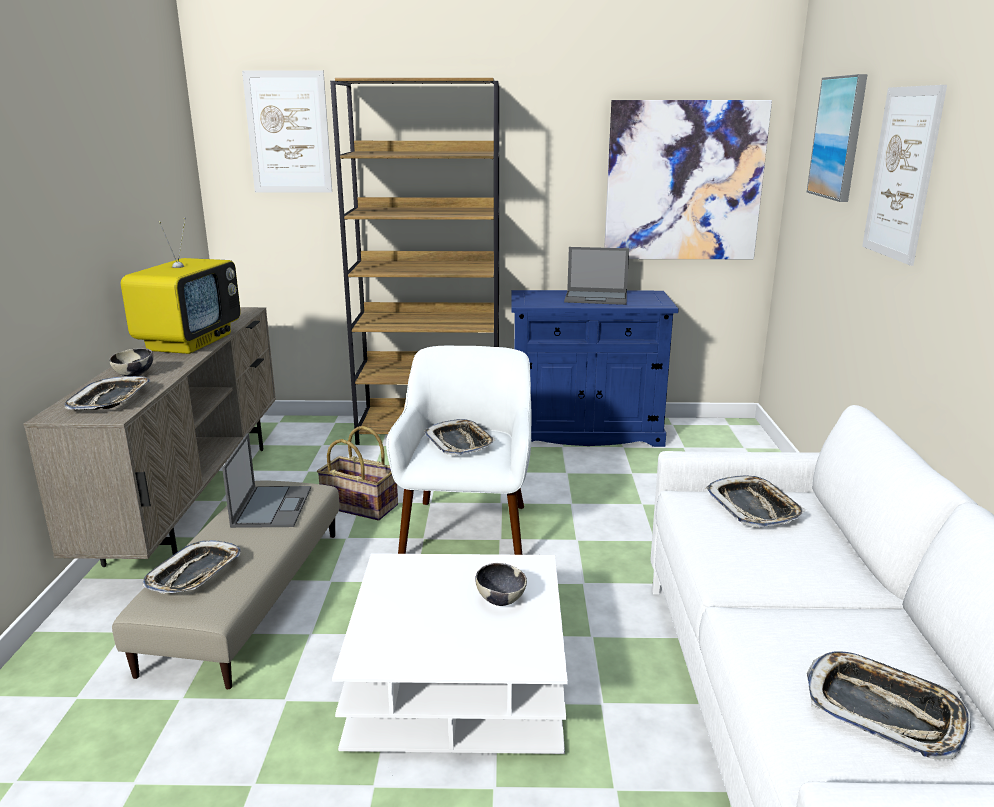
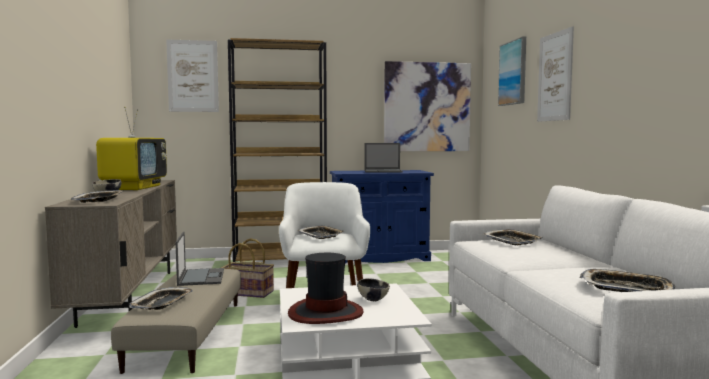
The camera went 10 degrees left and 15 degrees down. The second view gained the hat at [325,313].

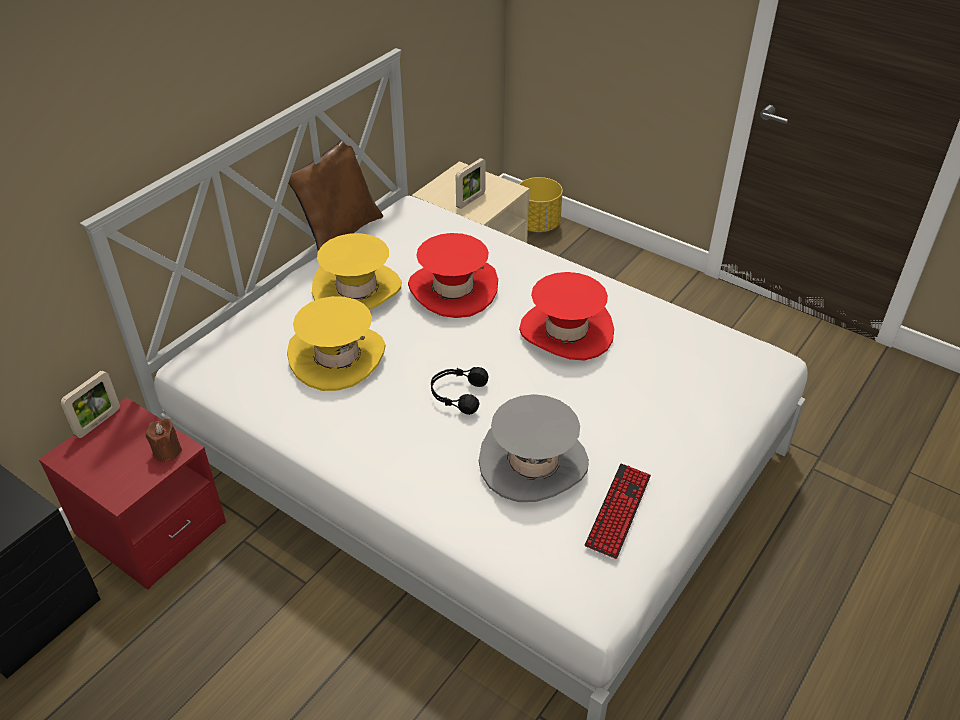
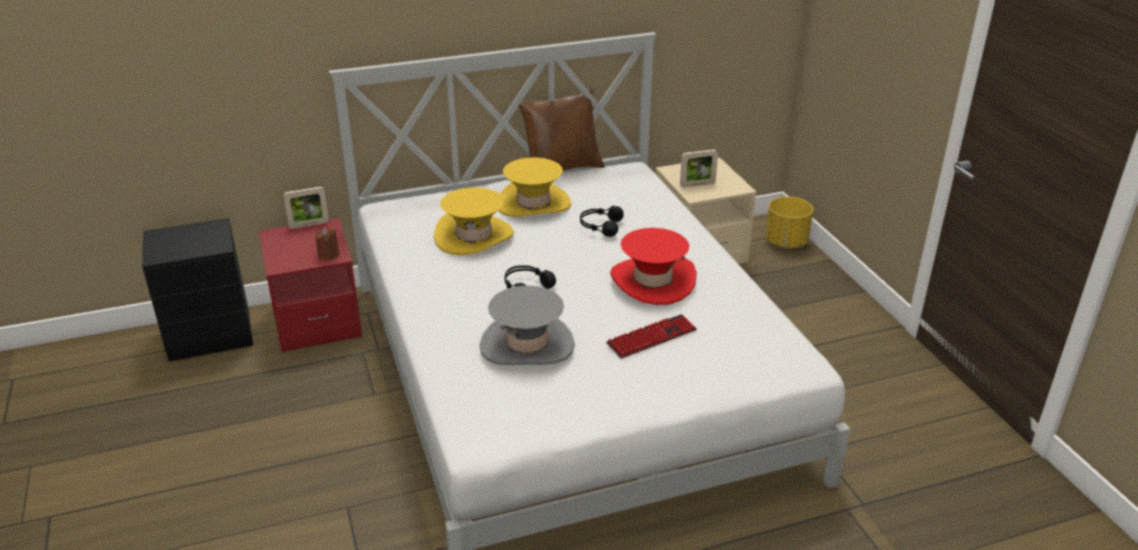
The camera went 35 degrees right and 10 degrees down. Where the hat (reddish) stood at [453,289], the headphones (black-coloured) came to stand at [600,226]. The keyboard ended up elsewhere, having gone from [618,511] to [652,337].

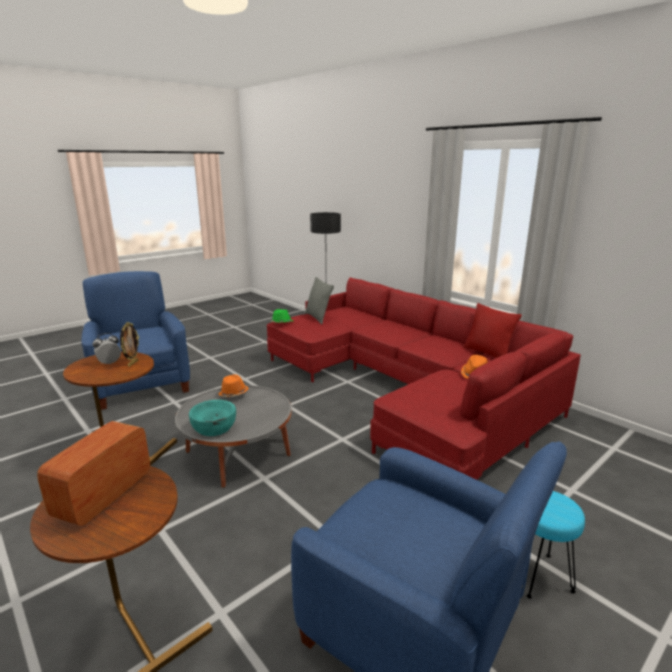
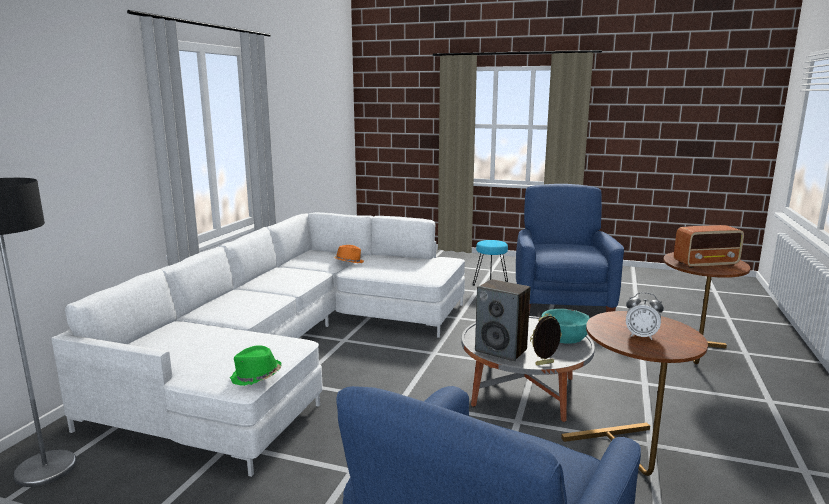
The camera went 120 degrees left and 5 degrees down. What was the settee (reddish) at [407,390] turned into the settee (white) at [296,346]. The second view lost the cushion (gray) at [318,317]. The second view lost the cushion (reddish) at [488,353]. The picture frame ended up elsewhere, having gone from [132,363] to [545,364]. Where the hat (orangey) stood at [233,394], the speaker came to stand at [501,350].

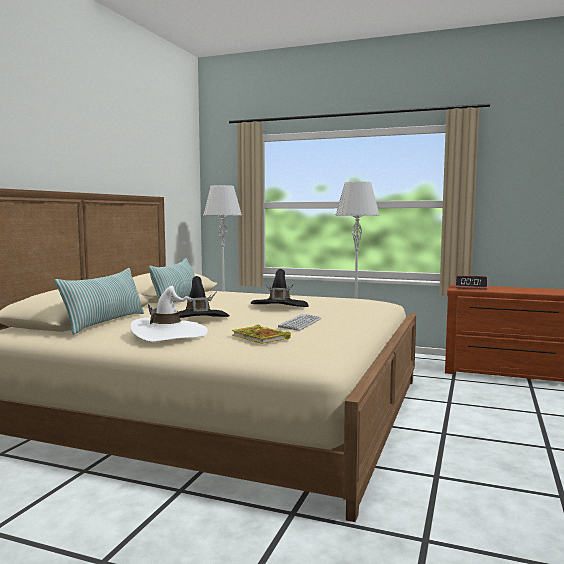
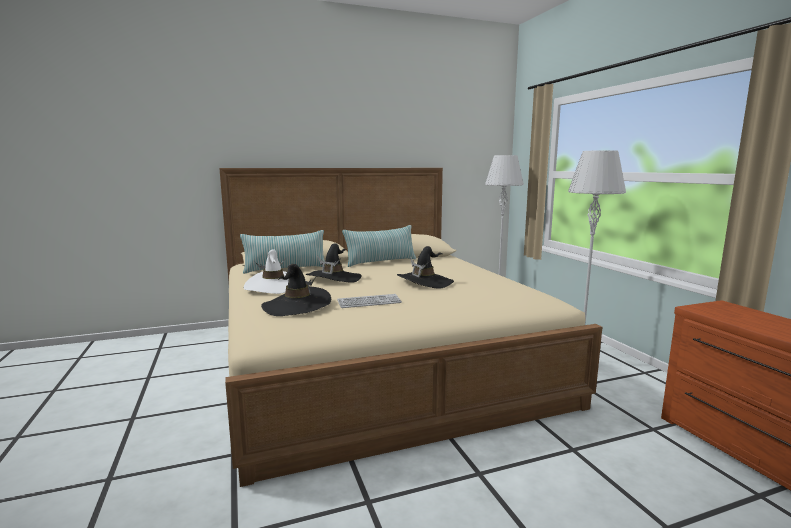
The camera went 50 degrees right and 5 degrees up. The second view lost the table clock at [471,287]. Where the bound book stood at [261,338], the hat (black-coloured) came to stand at [297,306].

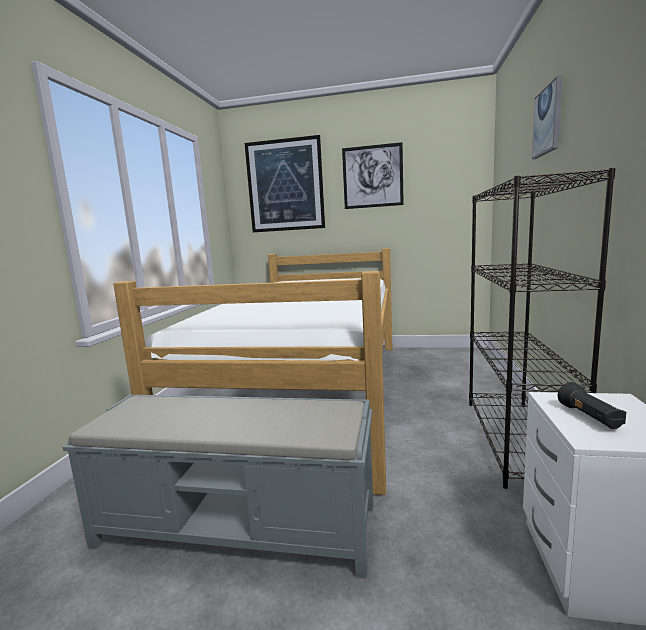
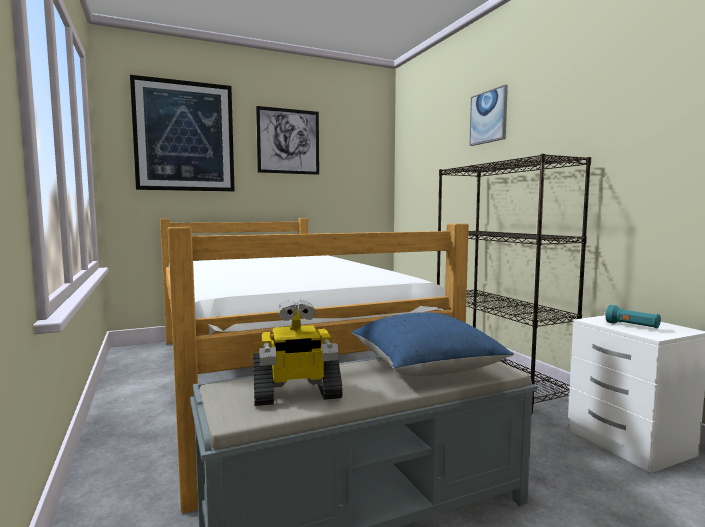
The camera went 35 degrees left and 5 degrees down. What was the torch (black-coloured) at [589,418] turned into the torch (turquoise) at [632,326]. The second view gained the model robot at [296,395]. The second view gained the cushion (blue) at [425,368].

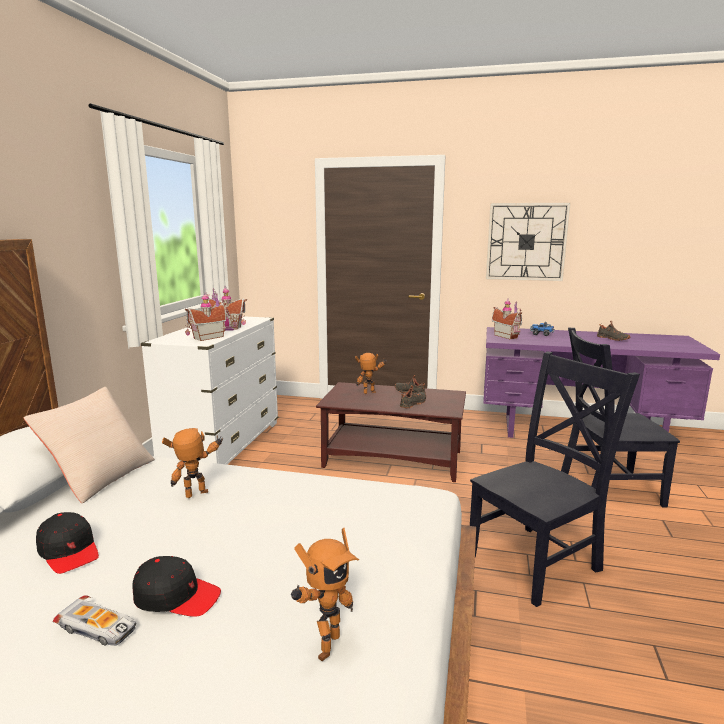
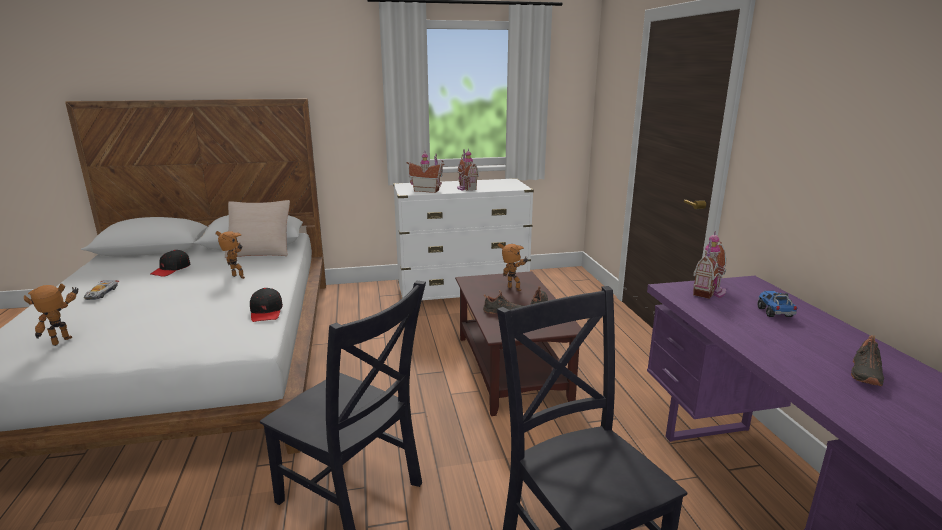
The camera went 65 degrees right and 5 degrees up. The second view lost the wall clock at [526,242]. The model robot at [324,645] ended up facing another way, 105 degrees clockwise from before. The peaked cap (black-coloured) ended up elsewhere, having gone from [176,596] to [266,312].

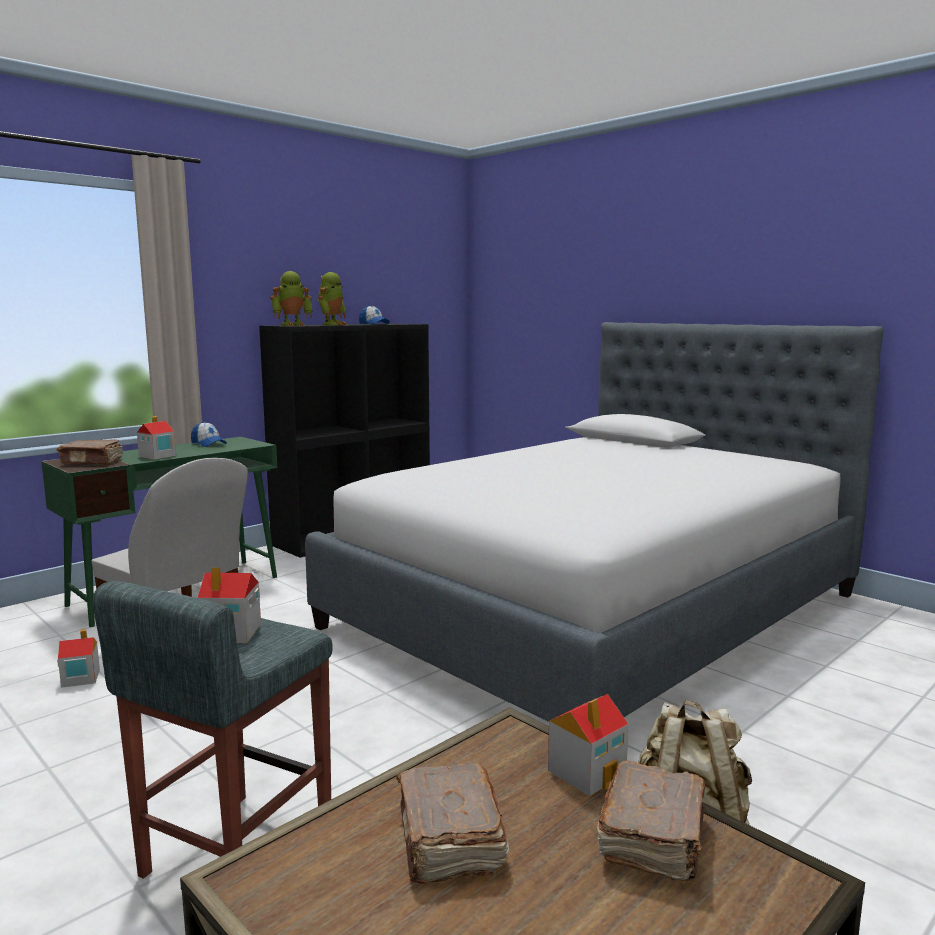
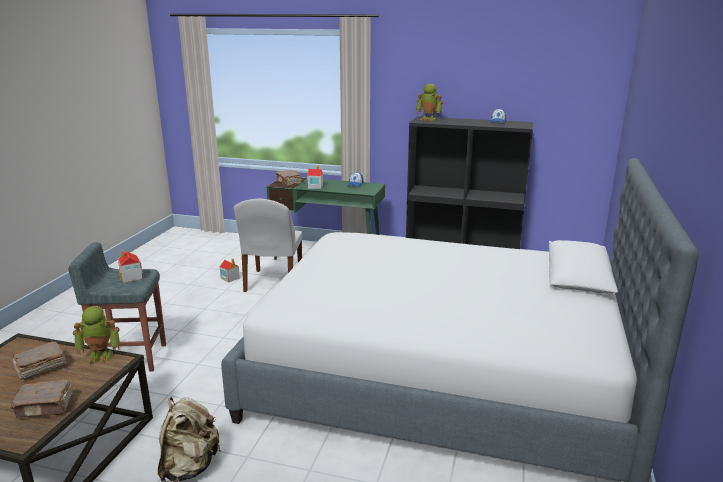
The camera went 60 degrees right and 10 degrees up. The model robot ended up elsewhere, having gone from [332,324] to [101,355]. The second view lost the model house at [587,772].

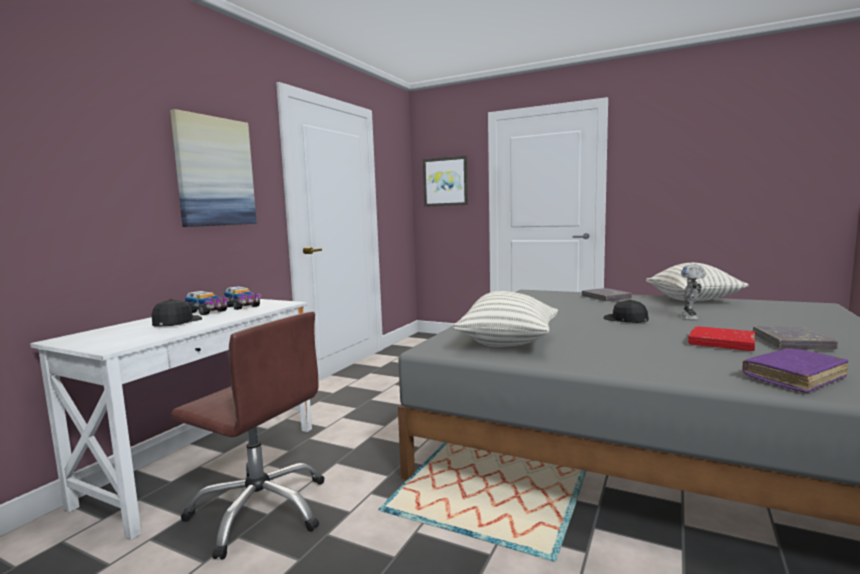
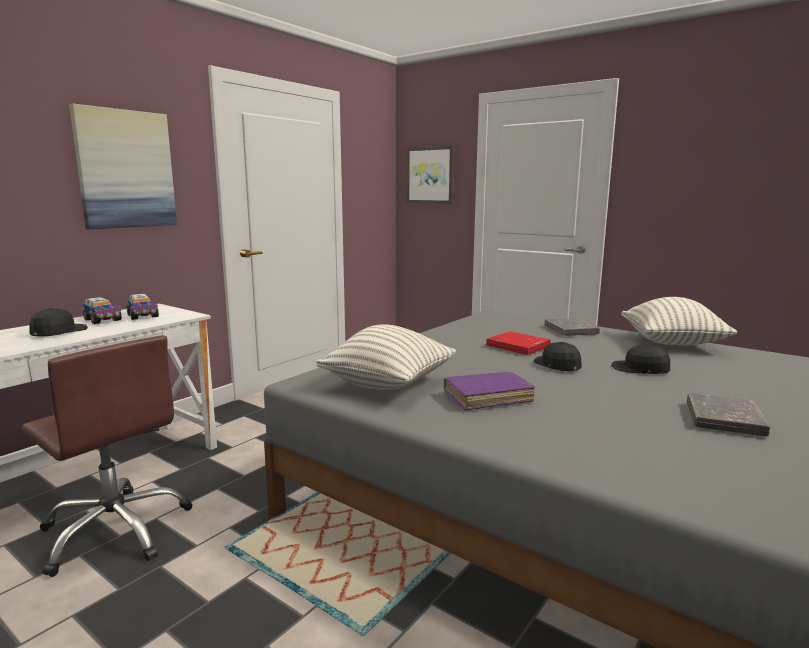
The camera went 10 degrees right and 5 degrees up. Where the model robot stood at [690,317], the peaked cap (black-coloured) came to stand at [640,369]. The bound book (reddish) ended up elsewhere, having gone from [721,343] to [518,347]. The bound book (purple-coloured) ended up elsewhere, having gone from [794,378] to [487,398].

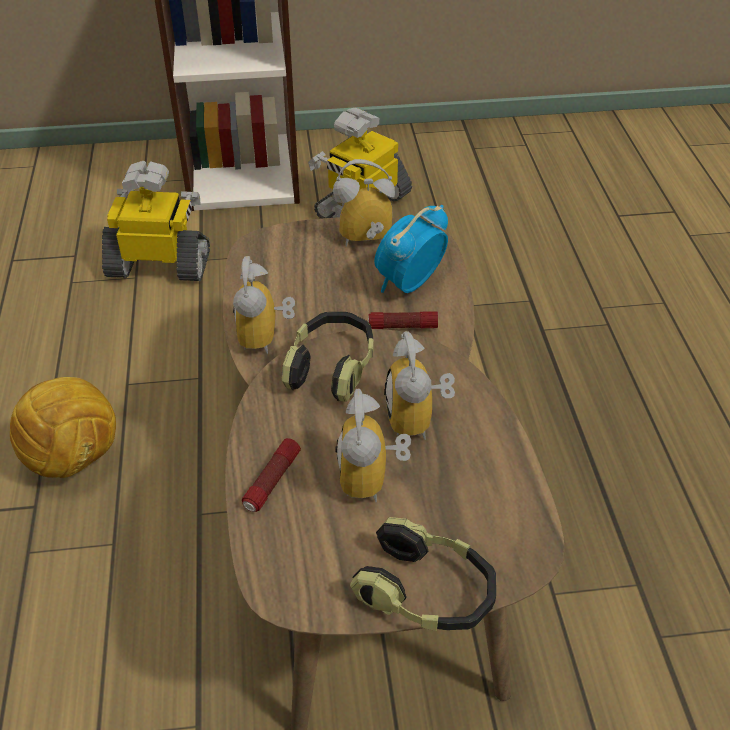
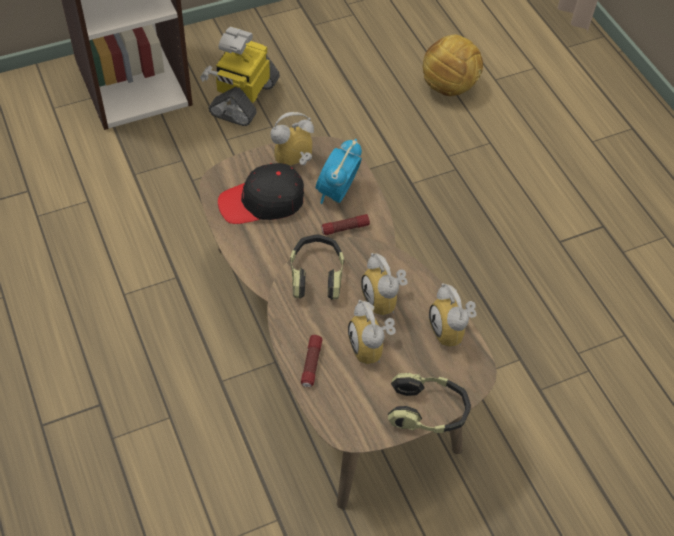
The camera went 20 degrees left and 10 degrees up. The second view lost the model robot at [160,264]. The table clock ended up elsewhere, having gone from [266,338] to [452,331]. The ball for football ended up elsewhere, having gone from [75,459] to [449,86]. The second view gained the peaked cap (black-coloured) at [262,202].

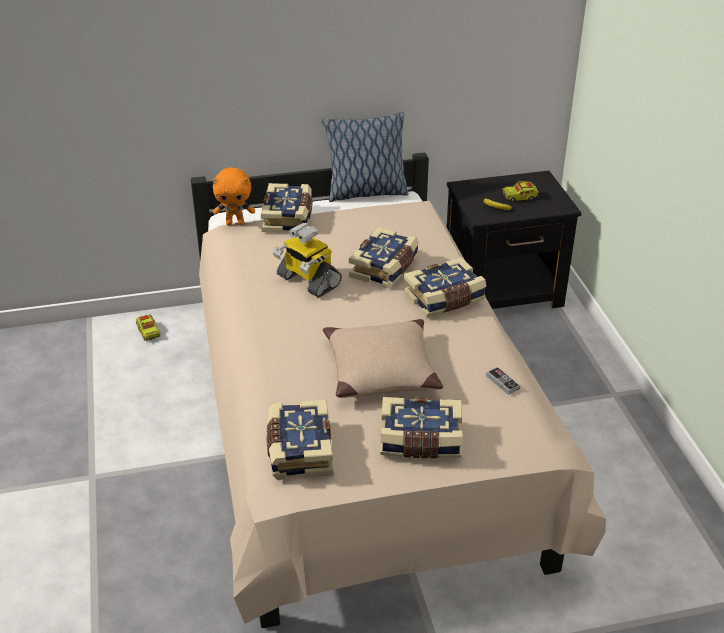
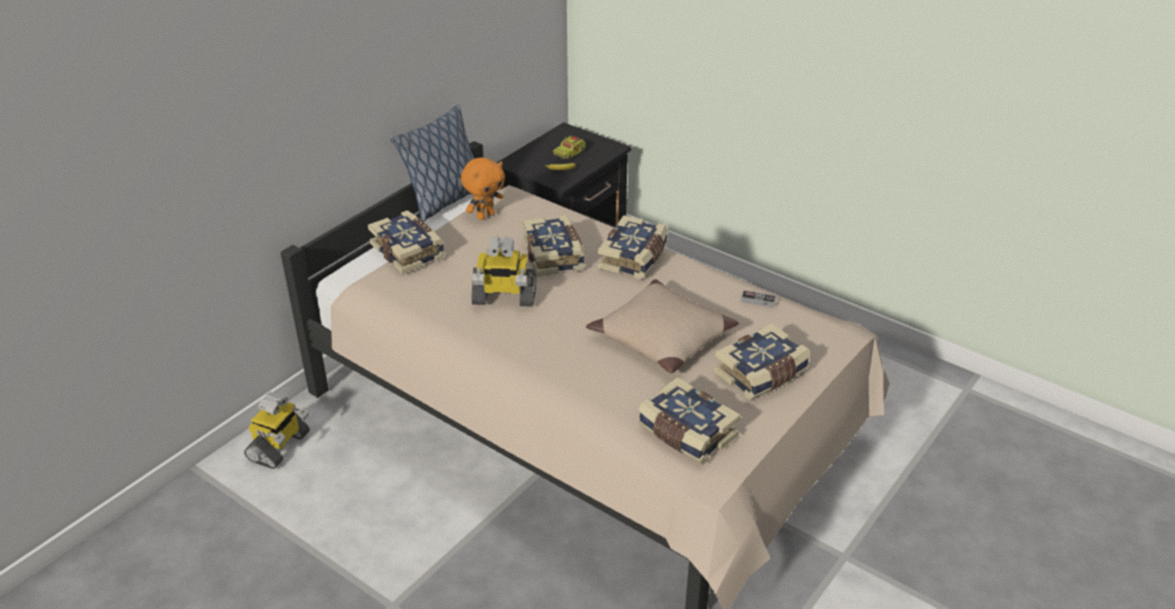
The camera went 40 degrees left and 0 degrees up. The soft toy (orangey) ended up elsewhere, having gone from [235,223] to [485,215]. Where the toy truck stood at [148,332], the model robot came to stand at [279,447].

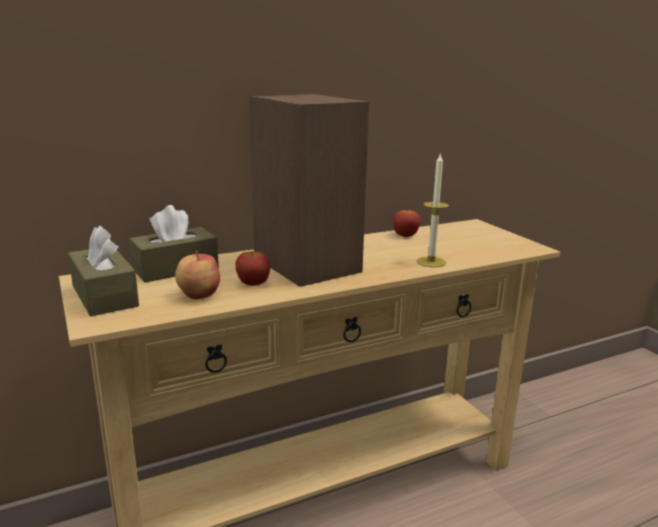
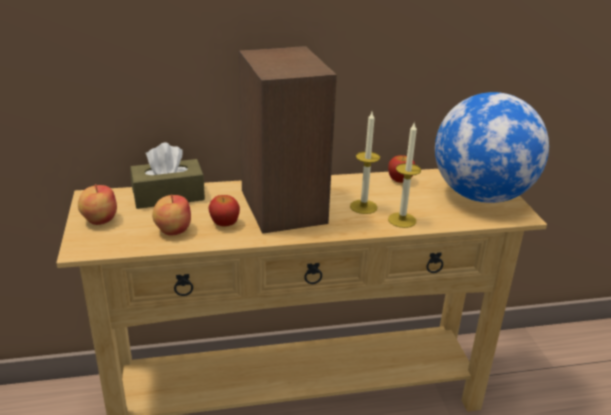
The camera went 15 degrees right and 10 degrees up. Where the box of tissues (brownish) stood at [104,296], the apple came to stand at [99,219]. The second view gained the globe at [481,196]. The second view gained the wax candle at [363,207].

